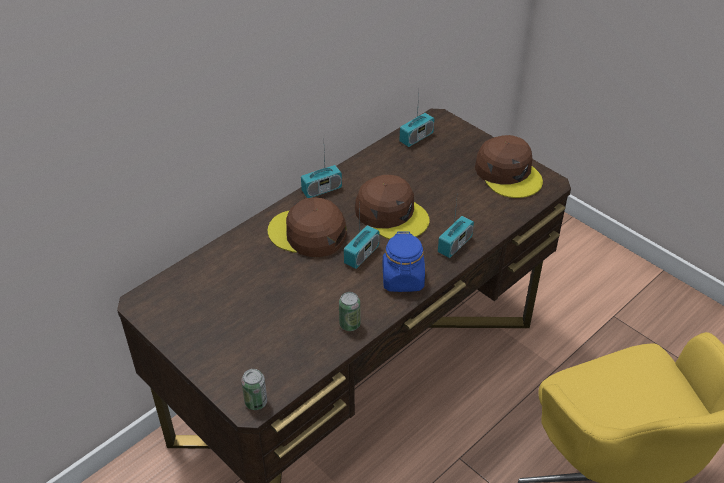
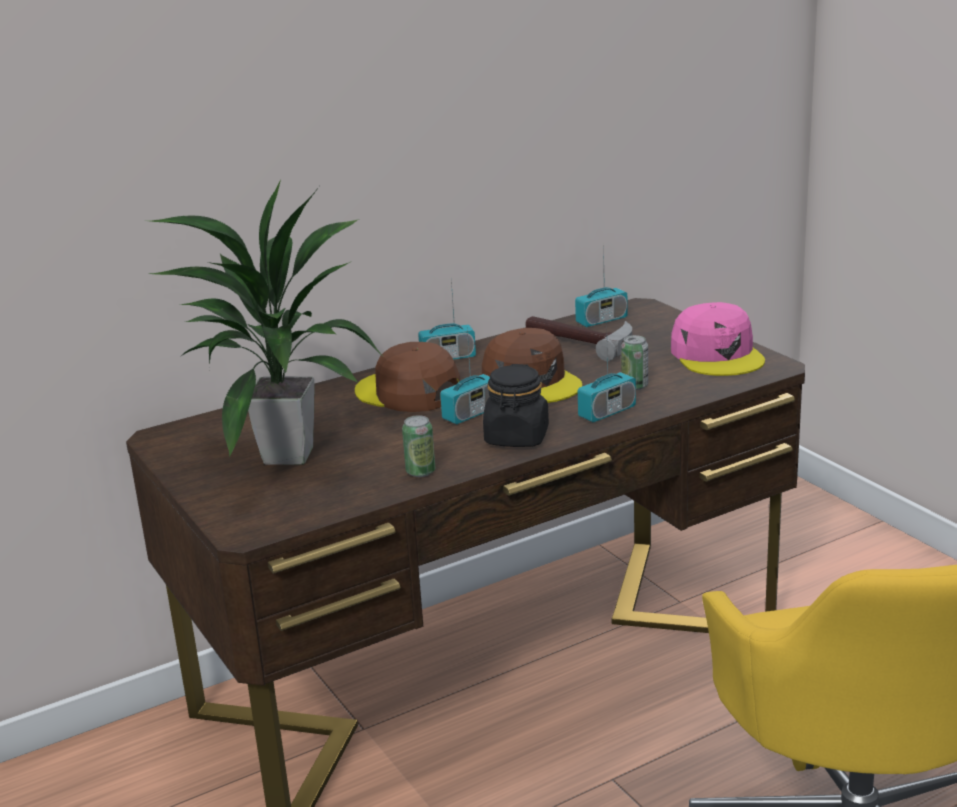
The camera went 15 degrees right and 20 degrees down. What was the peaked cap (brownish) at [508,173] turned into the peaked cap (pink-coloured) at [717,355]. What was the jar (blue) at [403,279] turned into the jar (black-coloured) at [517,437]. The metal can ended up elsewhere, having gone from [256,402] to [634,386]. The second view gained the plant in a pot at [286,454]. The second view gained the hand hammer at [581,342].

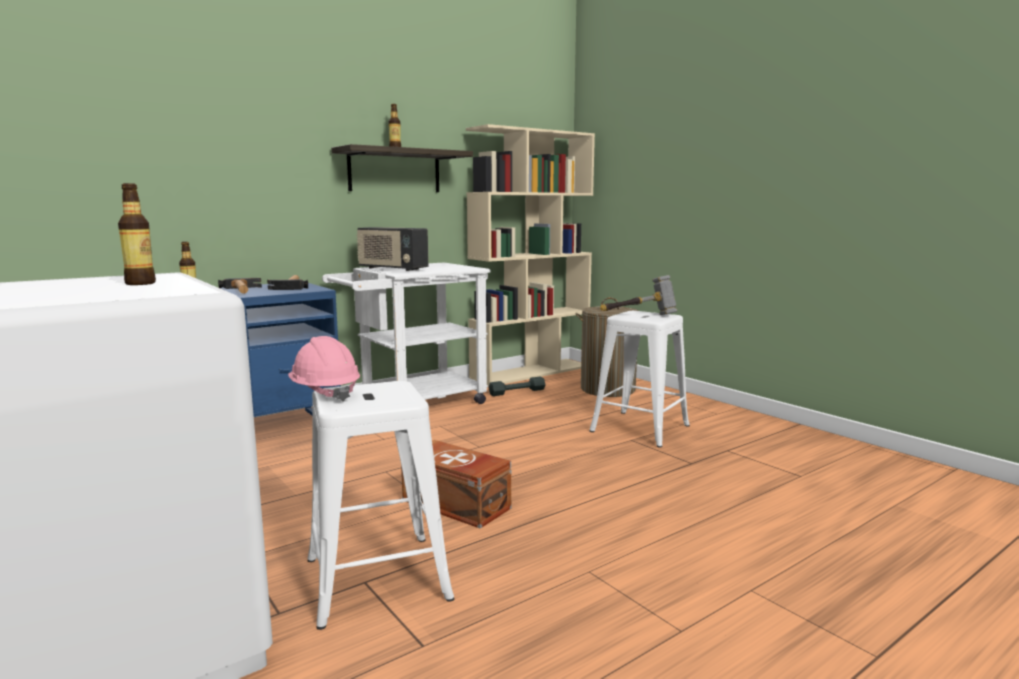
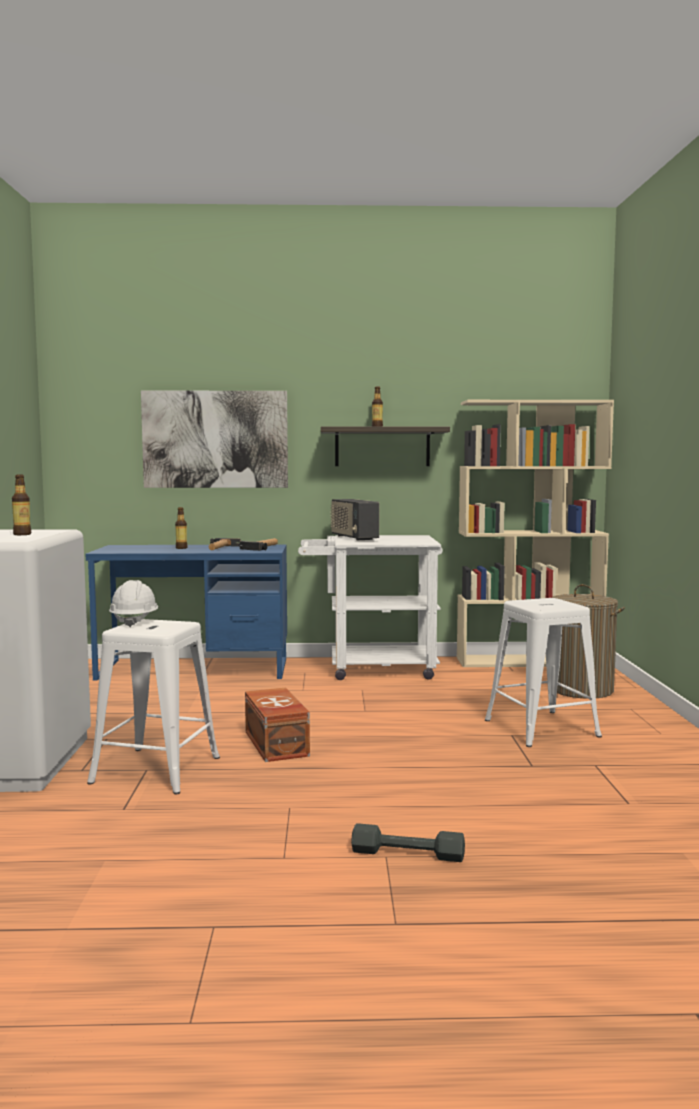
The camera went 35 degrees right and 5 degrees down. The second view lost the hand hammer at [639,316]. What was the work helmet (pink-coloured) at [324,393] turned into the work helmet (white) at [134,621]. The dumbbell (gray) ended up elsewhere, having gone from [517,392] to [407,853]. The second view gained the wall picture at [215,439].

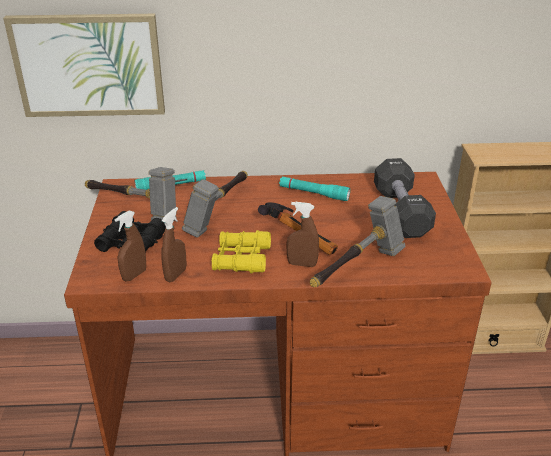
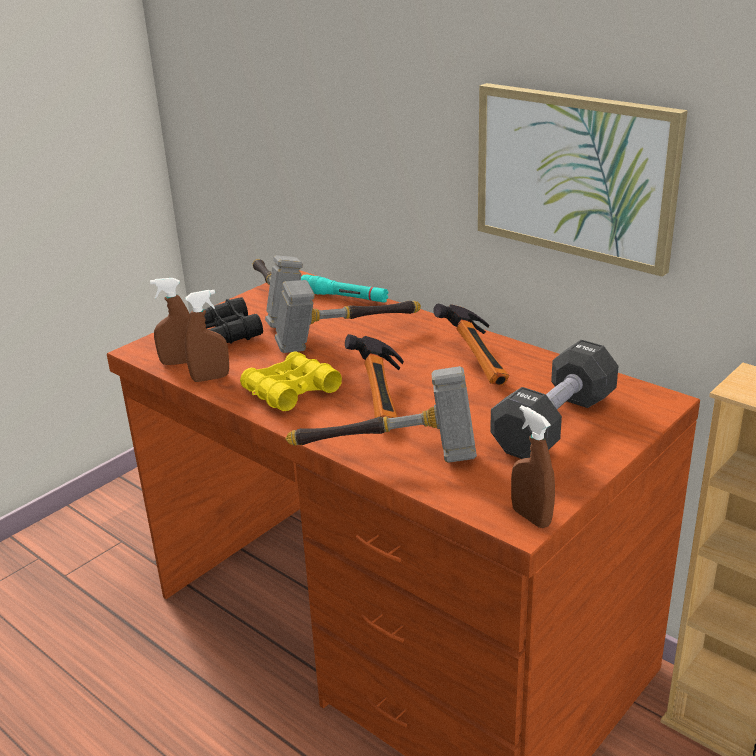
The camera went 45 degrees right and 5 degrees down. The wall picture ended up elsewhere, having gone from [89,65] to [575,175]. Where the torch (turquoise) stood at [313,193], the hand hammer came to stand at [481,360]. The sprayer (brownish) ended up elsewhere, having gone from [302,264] to [531,517].

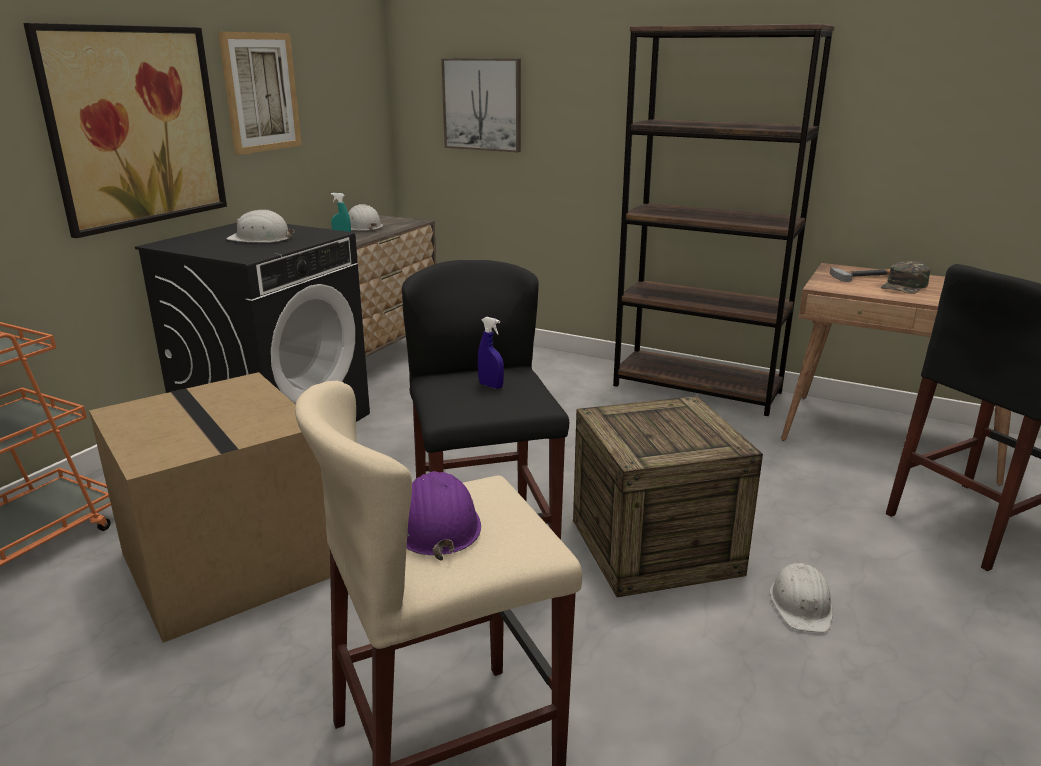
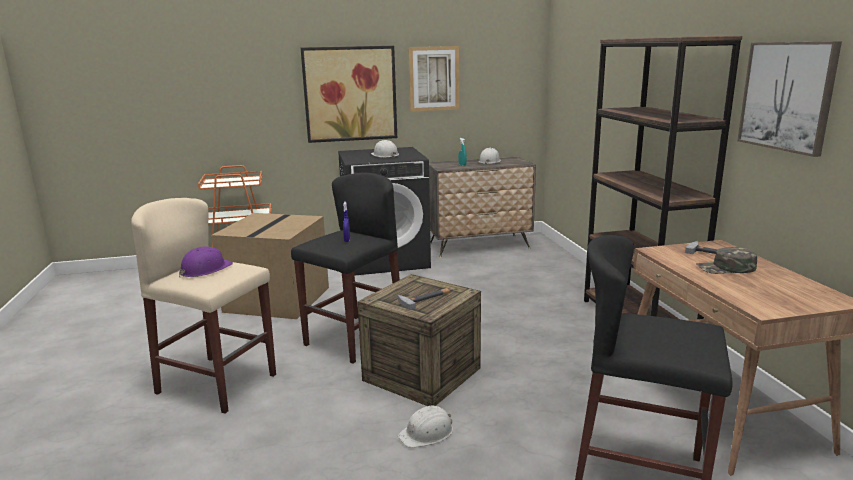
The camera went 50 degrees right and 5 degrees down. The wall picture ended up elsewhere, having gone from [482,104] to [787,96]. The second view gained the hand hammer at [425,299].

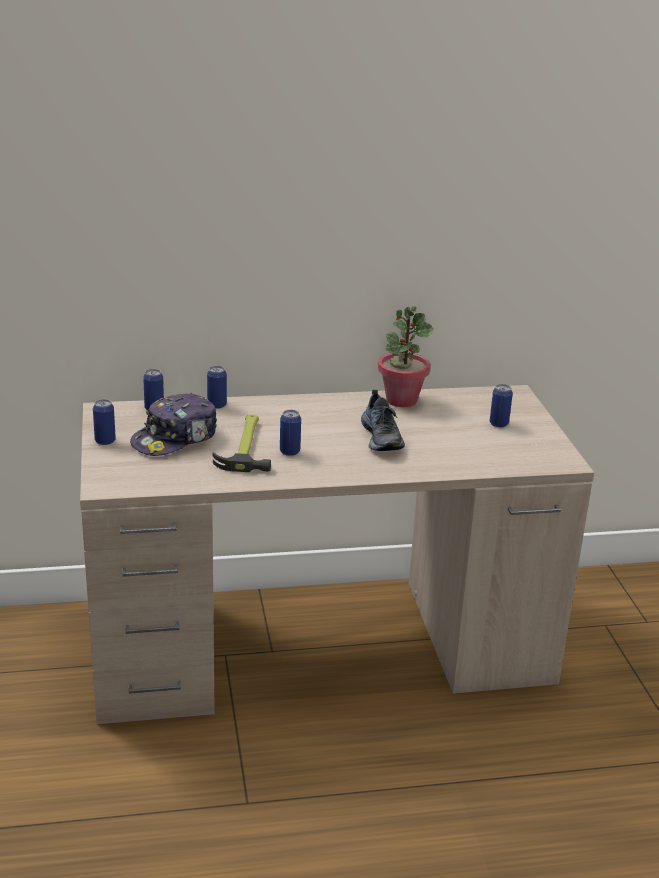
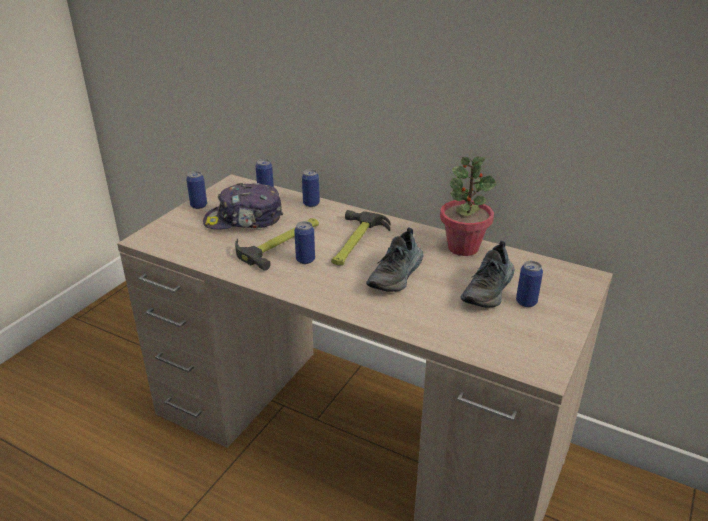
The camera went 40 degrees right and 5 degrees up. The second view gained the hand hammer at [354,243]. The second view gained the item of footwear at [489,290].

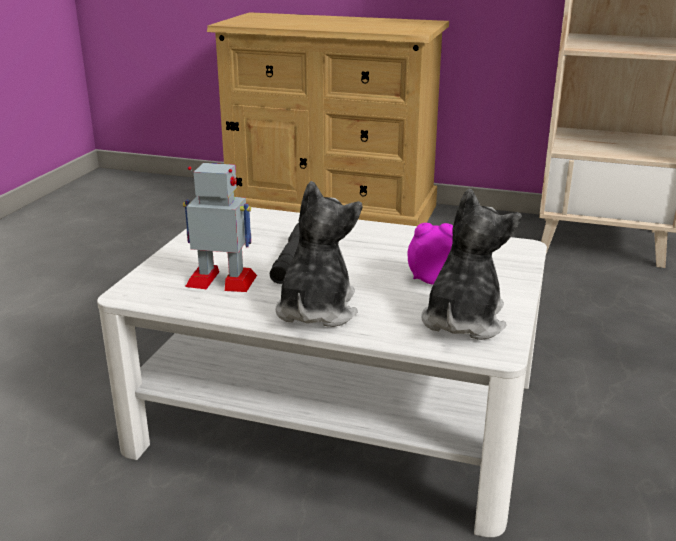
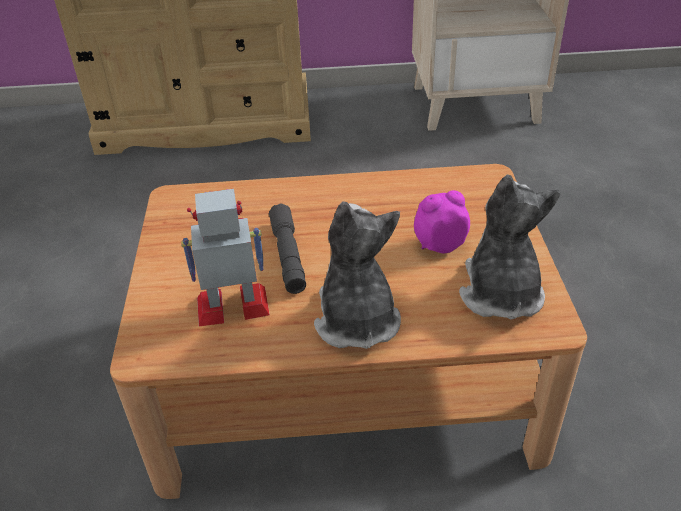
The camera went 20 degrees left and 15 degrees up. What was the lounge table (white) at [337,413] turned into the lounge table (brownish) at [344,375].

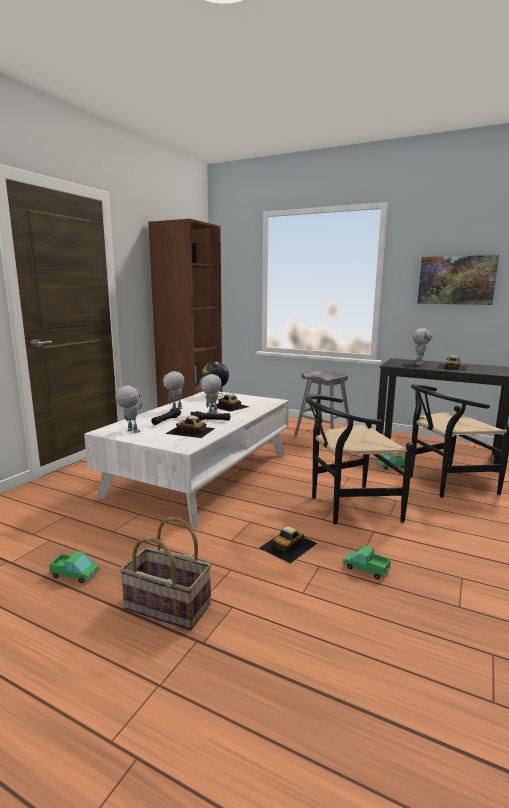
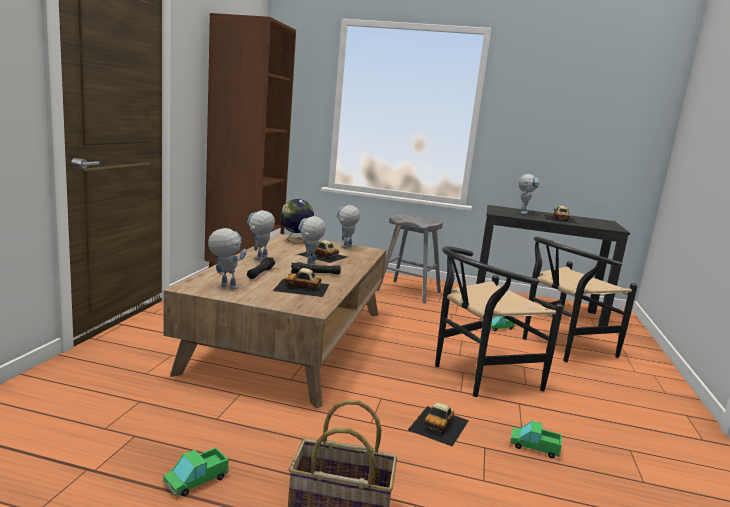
The camera went 15 degrees left and 0 degrees up. The second view lost the wall picture at [456,280]. What was the lounge table (white) at [201,474] turned into the lounge table (brownish) at [291,340]. The toy truck at [75,574] ended up facing another way, 135 degrees clockwise from before. The second view gained the model robot at [345,248].

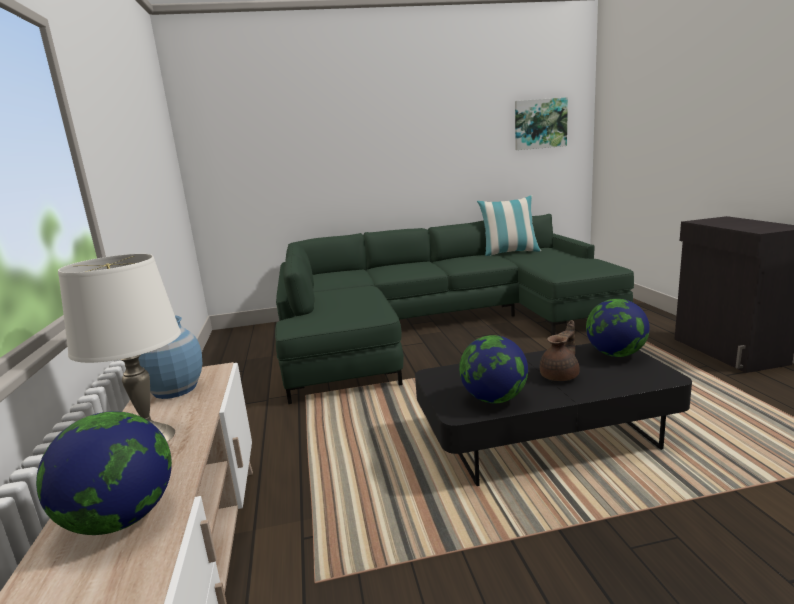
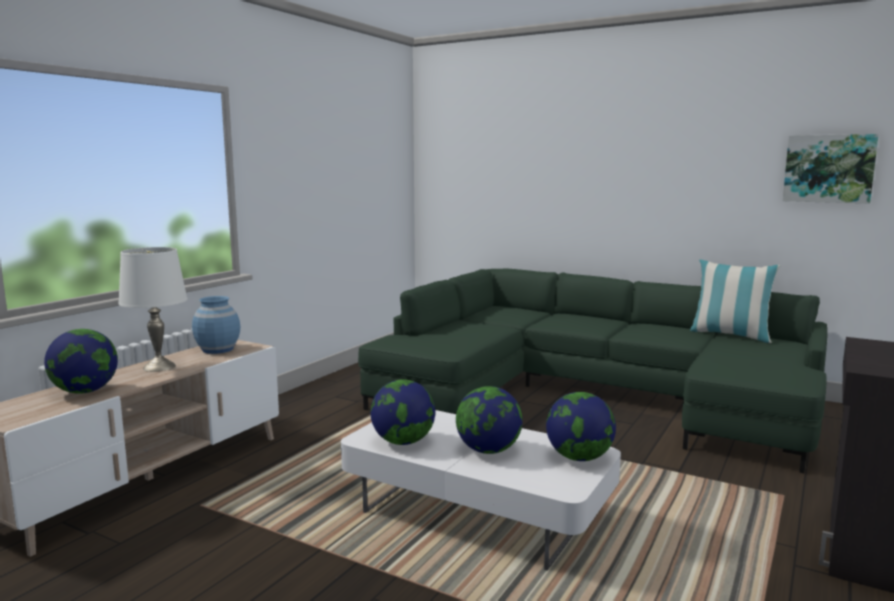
The camera went 40 degrees right and 5 degrees down. Where the pot for tea (brownish) stood at [560,376], the globe came to stand at [488,450]. What was the lounge table (black-coloured) at [544,437] turned into the lounge table (white) at [477,513].

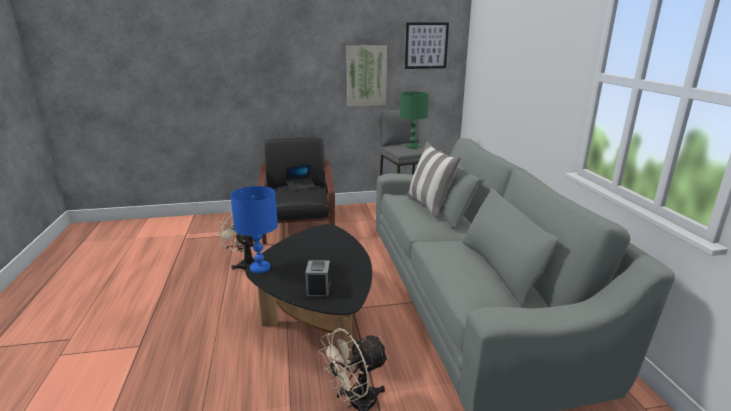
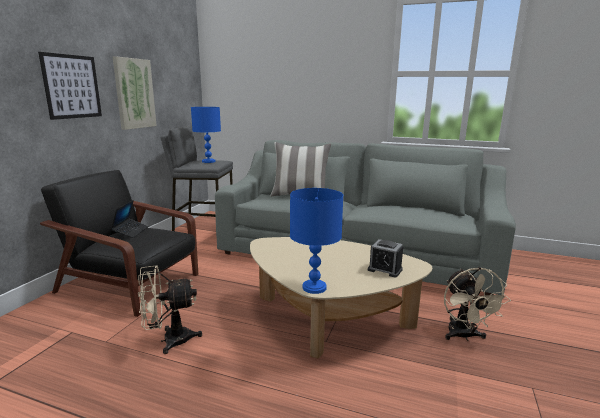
The camera went 60 degrees left and 5 degrees down. The wall picture ended up elsewhere, having gone from [426,45] to [72,86]. What was the lamp for a table (green-coloured) at [412,146] turned into the lamp for a table (blue) at [208,161]. What was the lounge table (black-coloured) at [318,316] turned into the lounge table (sand-coloured) at [329,320].

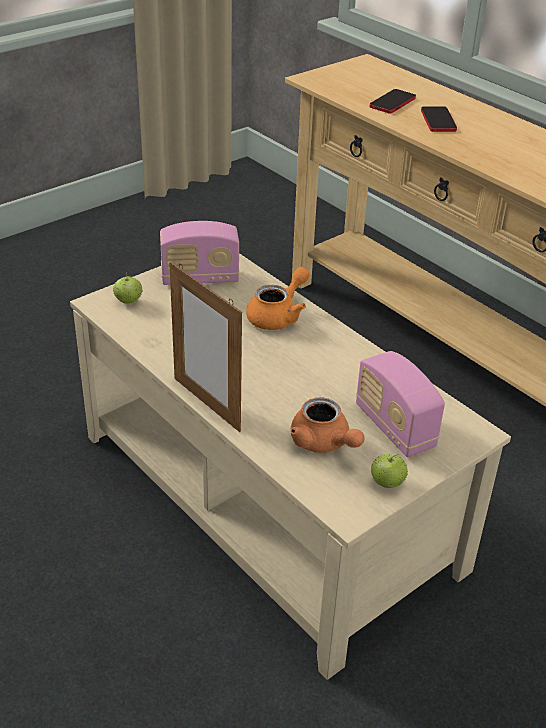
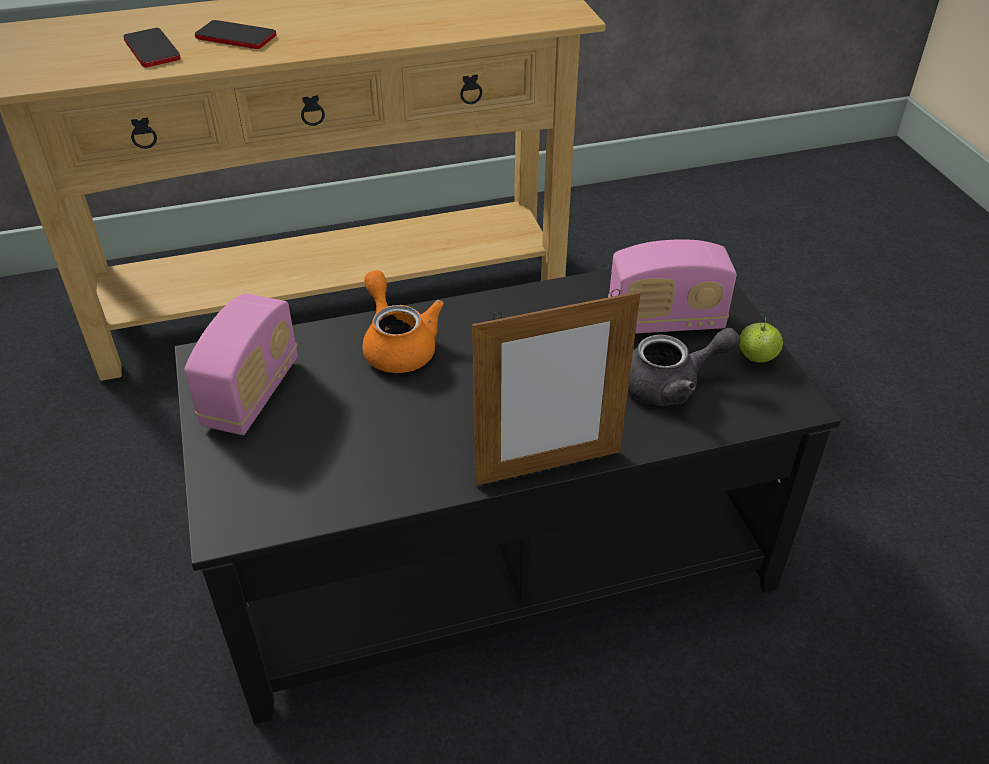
The camera went 65 degrees left and 5 degrees up. What was the lounge table (sand-coloured) at [270,499] turned into the lounge table (black-coloured) at [494,546]. The second view lost the apple at [128,301]. What was the pot for tea (orangey) at [323,443] turned into the pot for tea (gray) at [671,385].

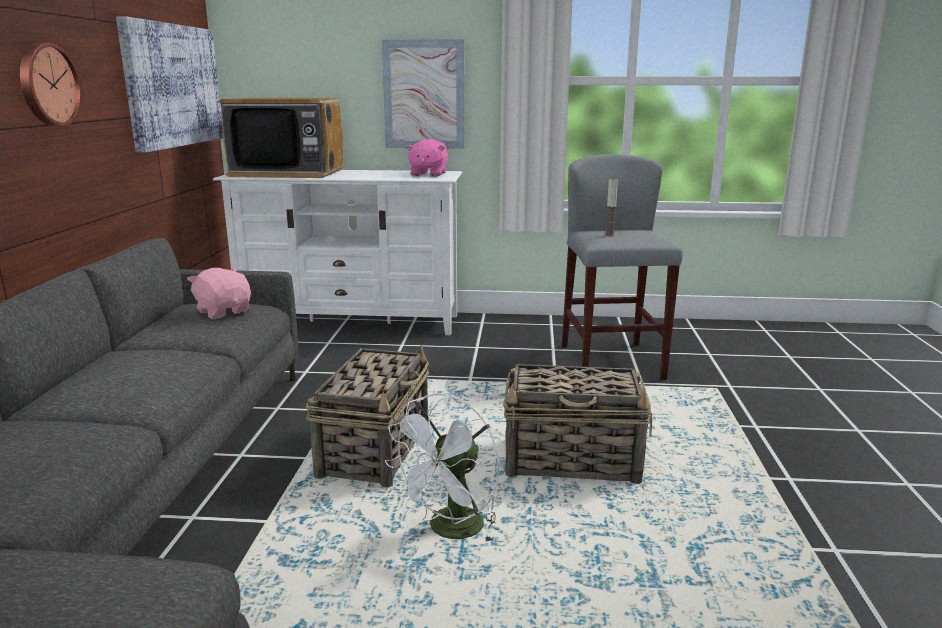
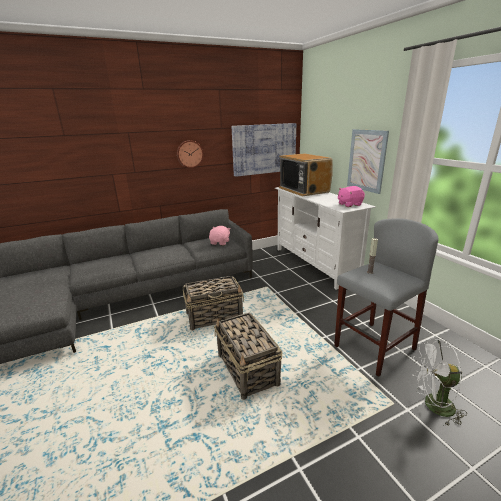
The camera went 60 degrees right and 5 degrees up. The cooling fan (white) ended up elsewhere, having gone from [450,532] to [433,406].

